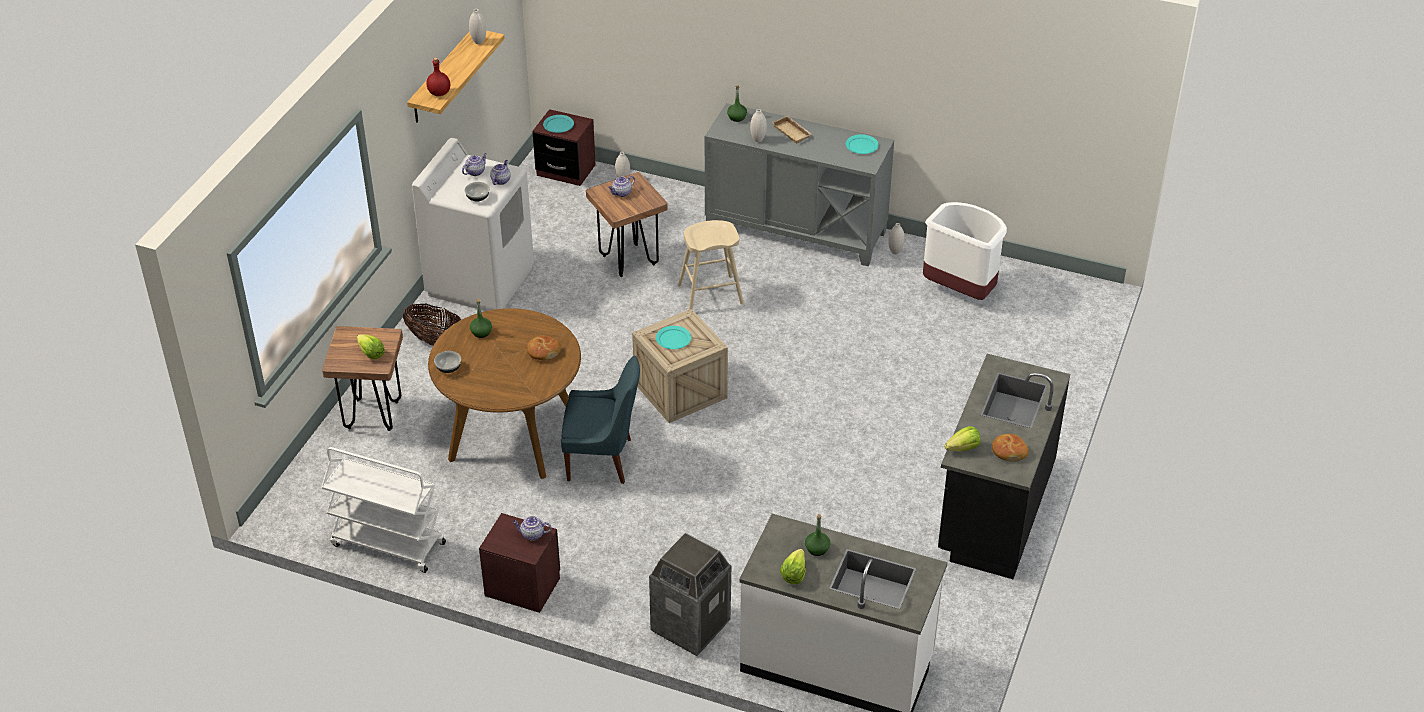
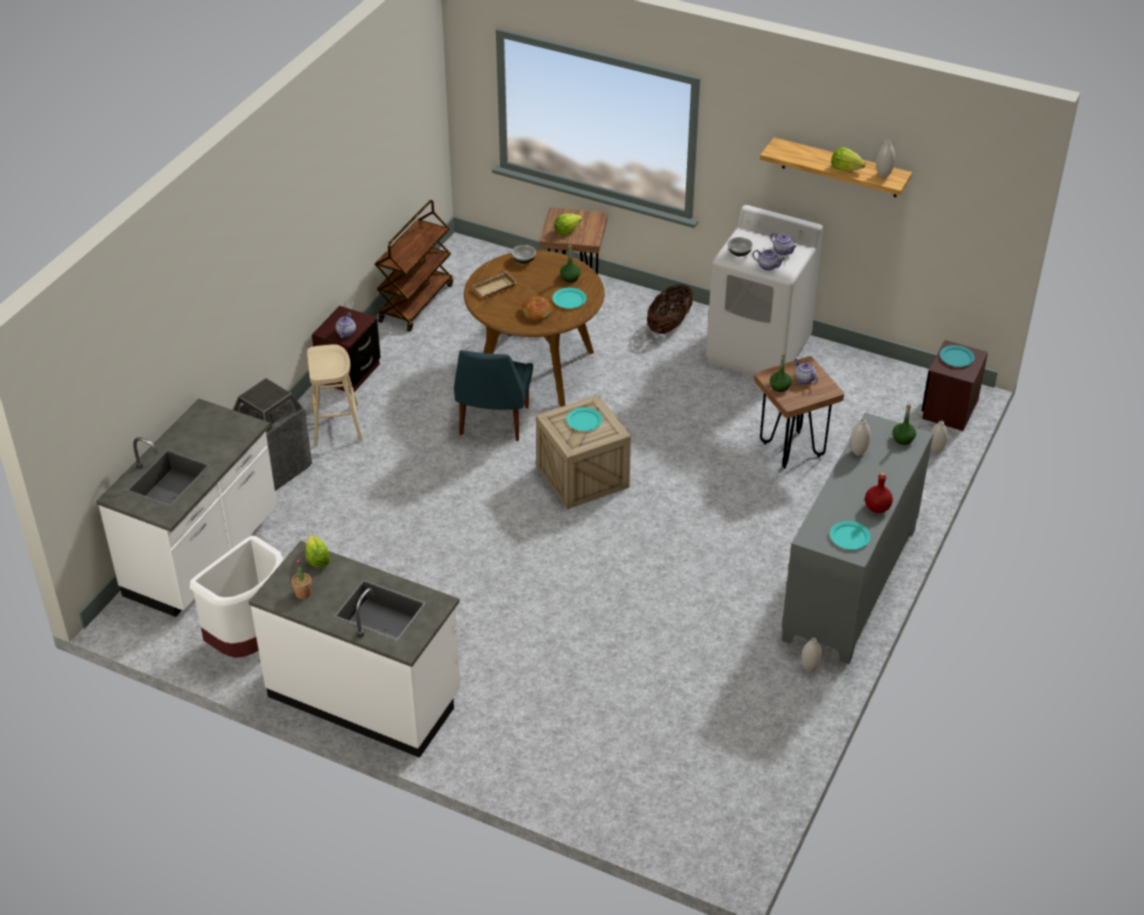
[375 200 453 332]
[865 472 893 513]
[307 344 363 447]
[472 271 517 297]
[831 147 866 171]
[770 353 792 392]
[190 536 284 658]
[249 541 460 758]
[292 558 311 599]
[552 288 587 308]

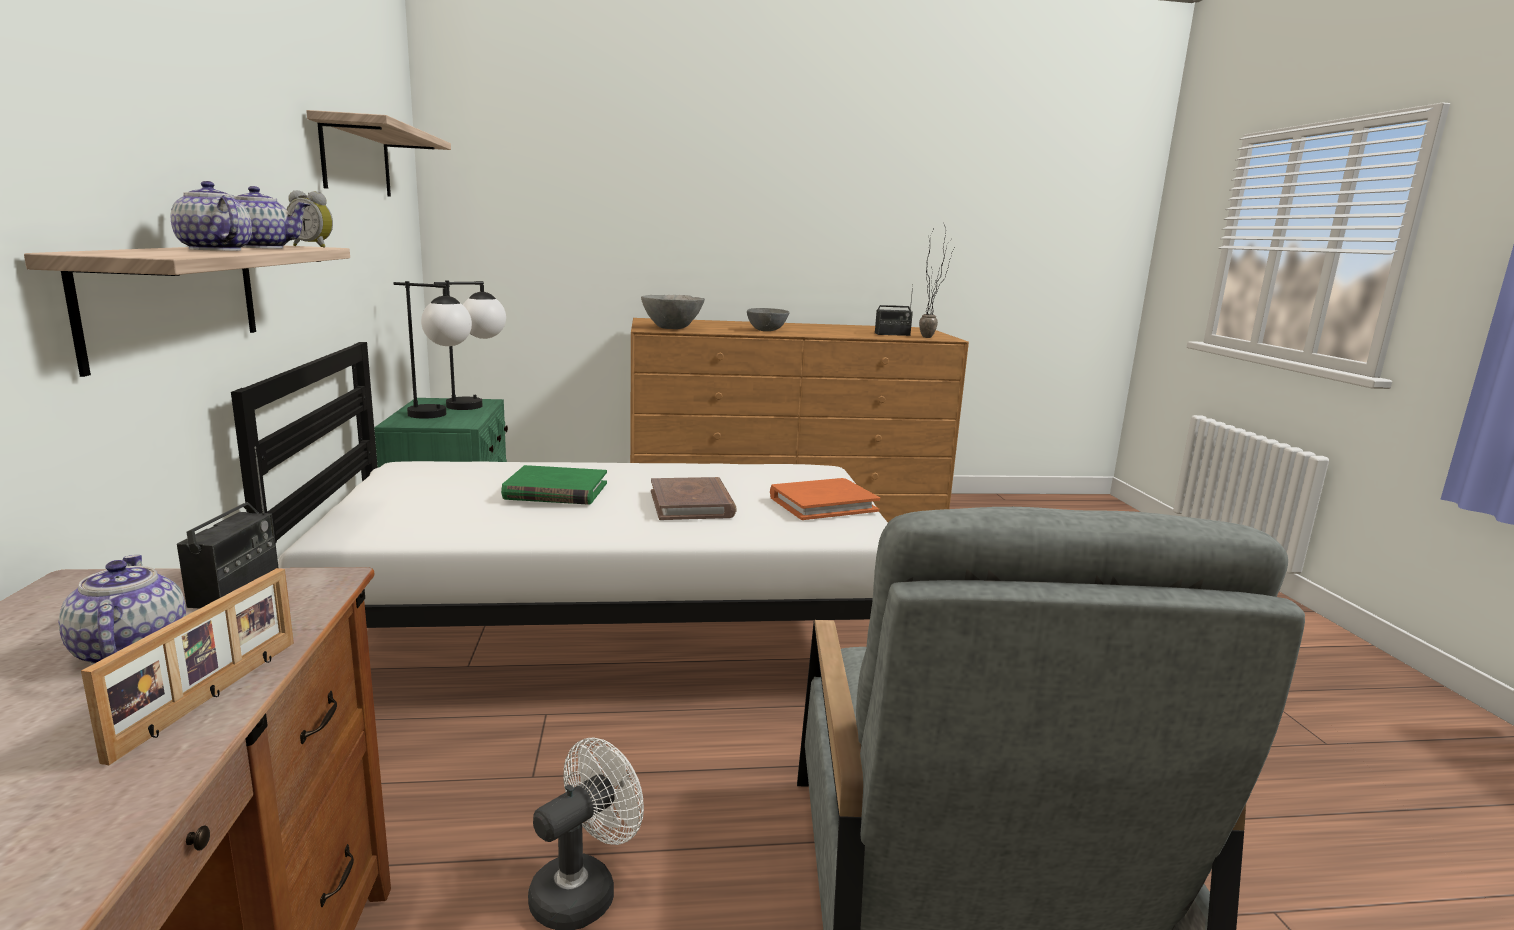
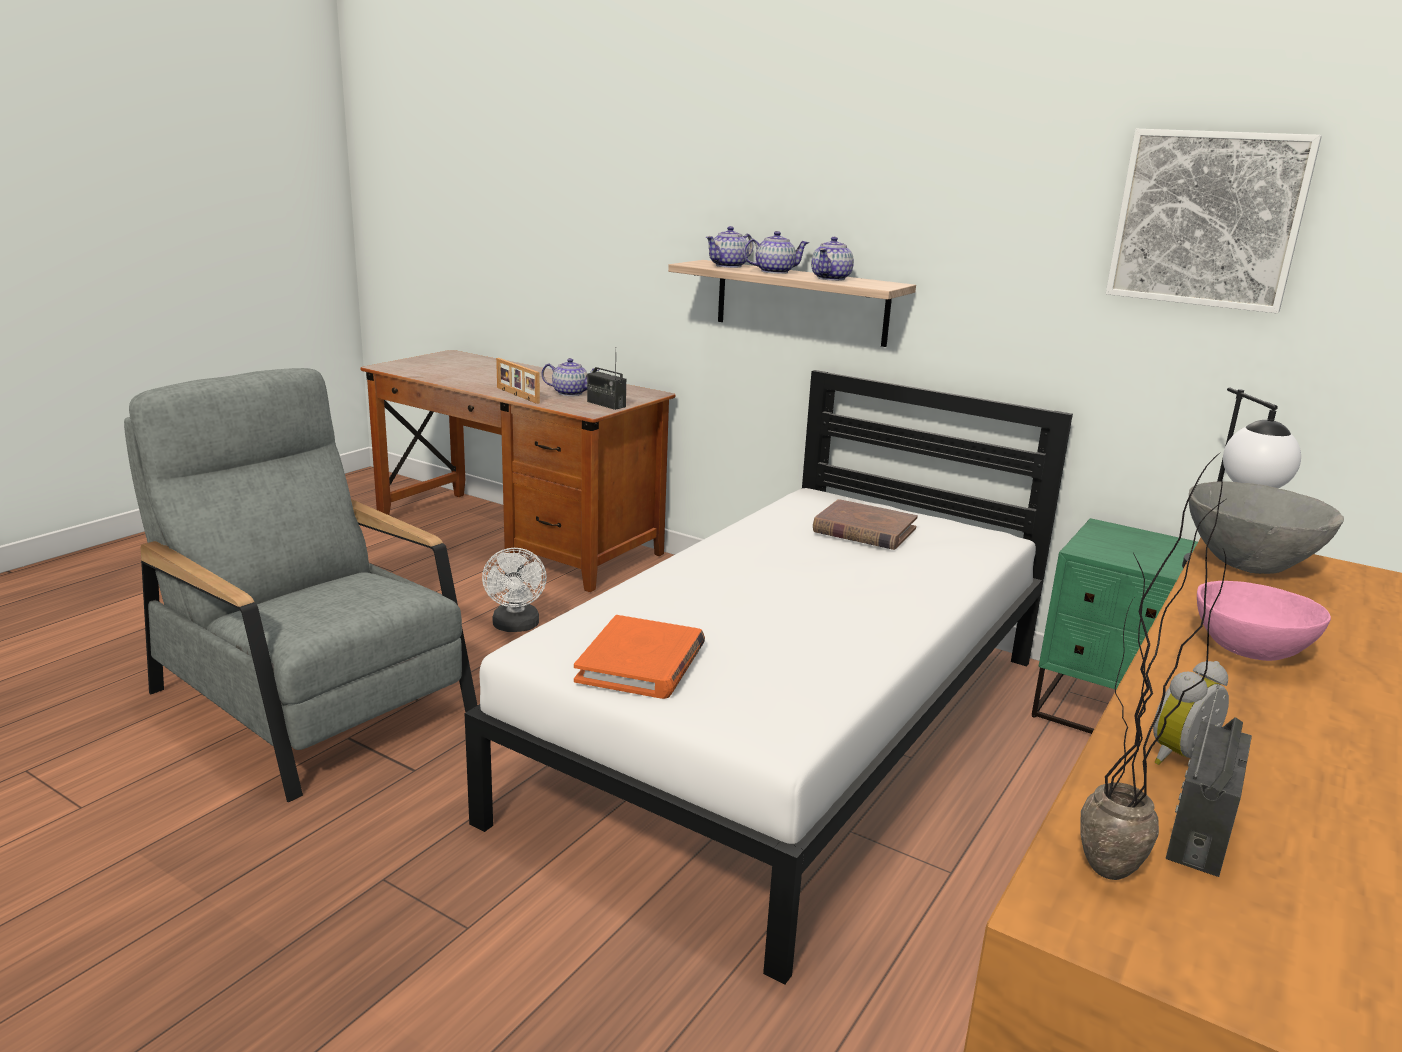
[1153 661 1229 765]
[1106 129 1322 313]
[393 281 472 419] (first image)
[501 465 607 505] (first image)
[813 499 918 550]
[1197 581 1331 661]
[706 226 753 268]

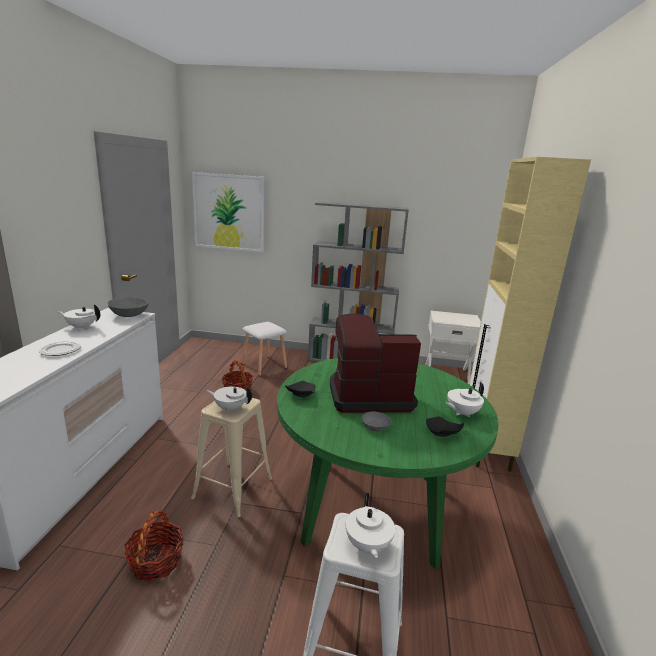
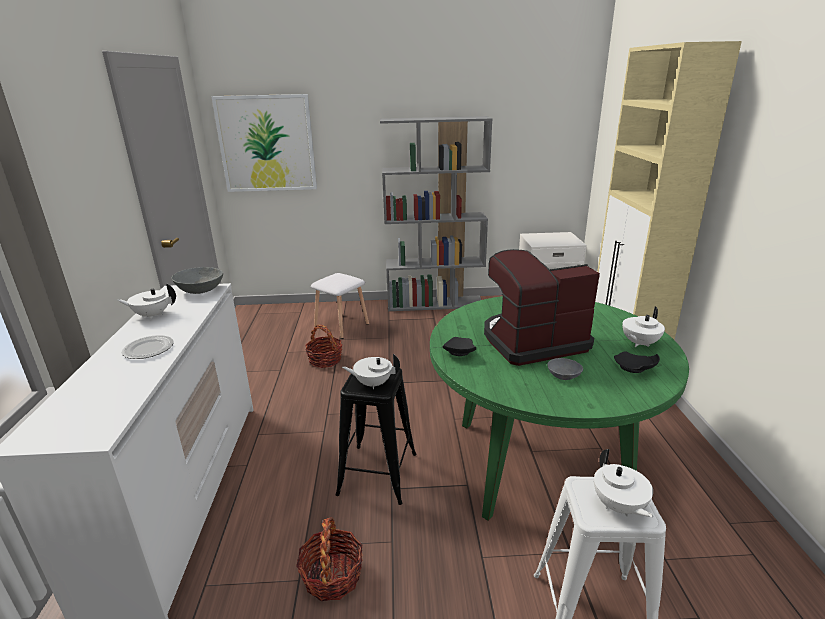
[335 368 416 505]

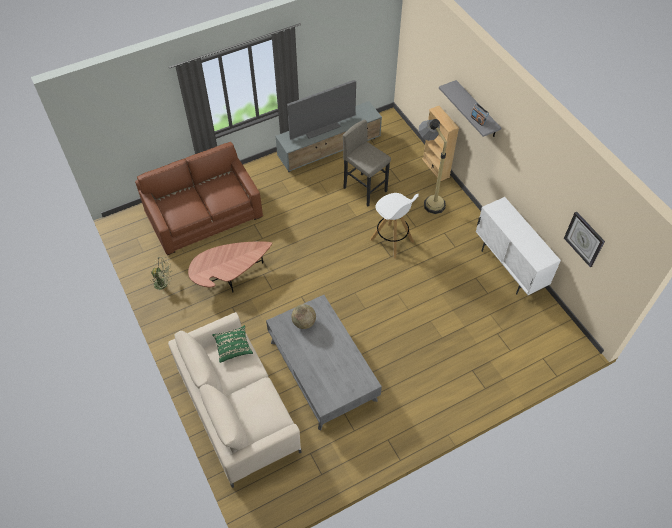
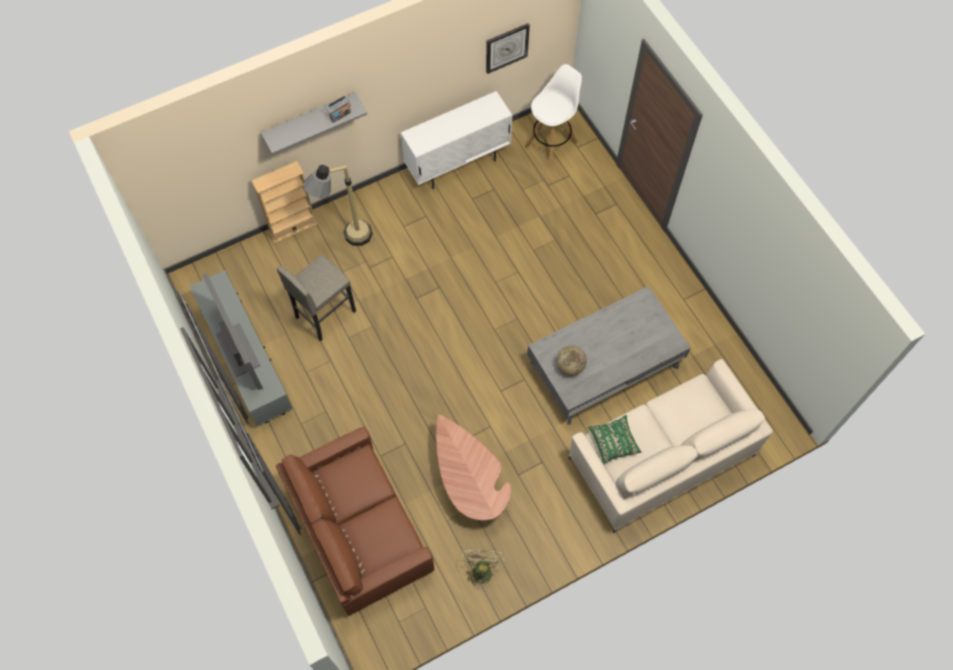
[525 64 582 166]

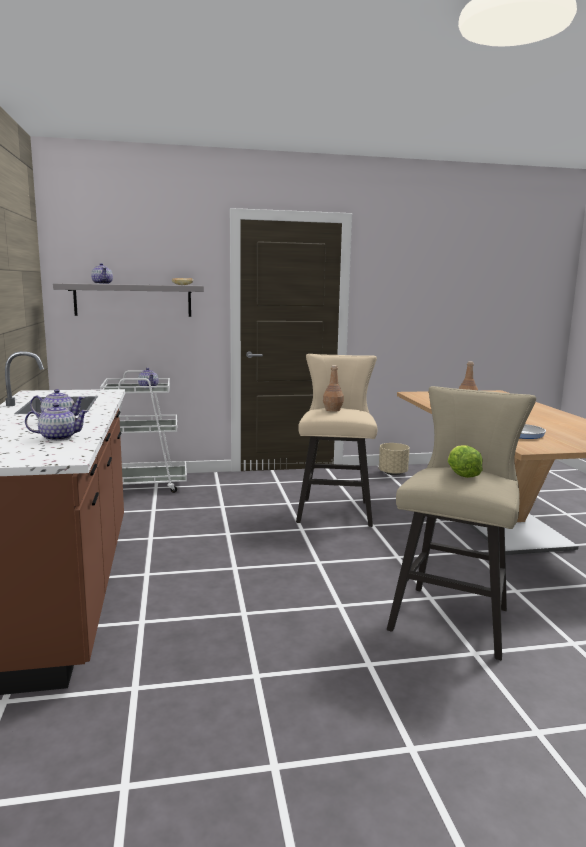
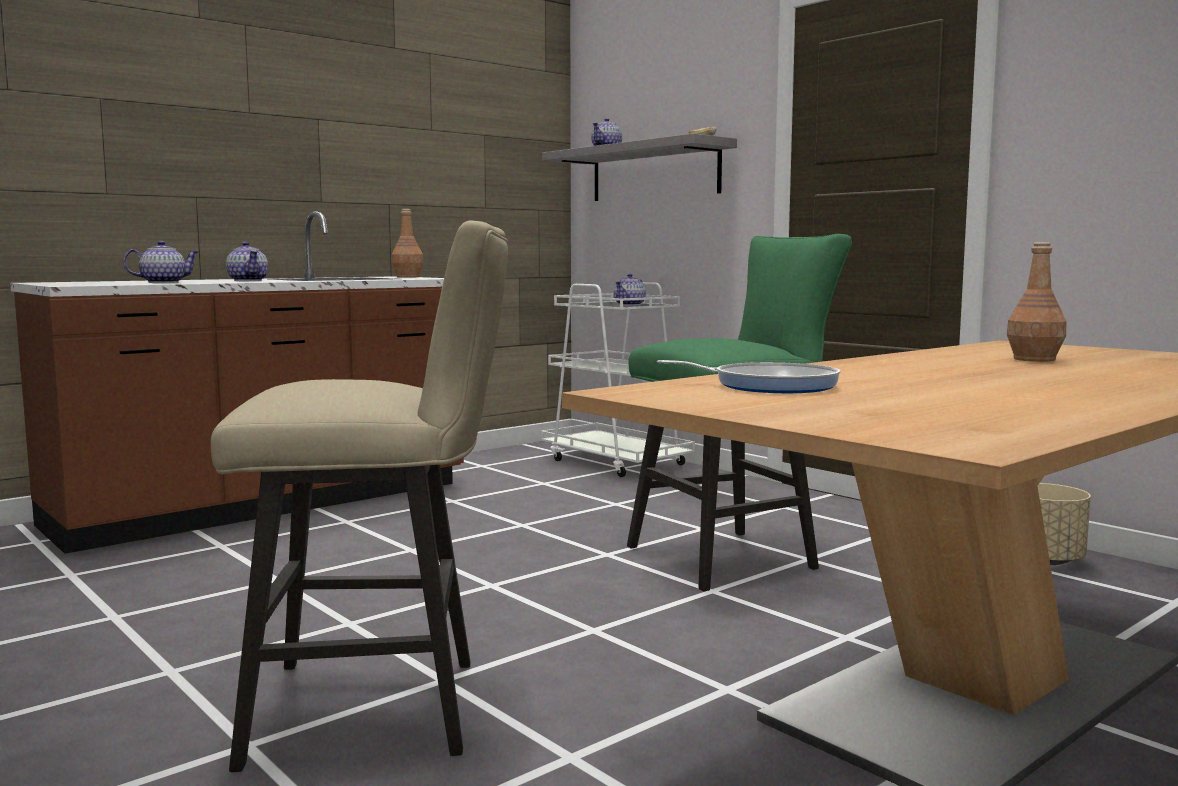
[124 241 199 283]
[627 234 852 592]
[392 209 423 278]
[448 445 483 478] (first image)

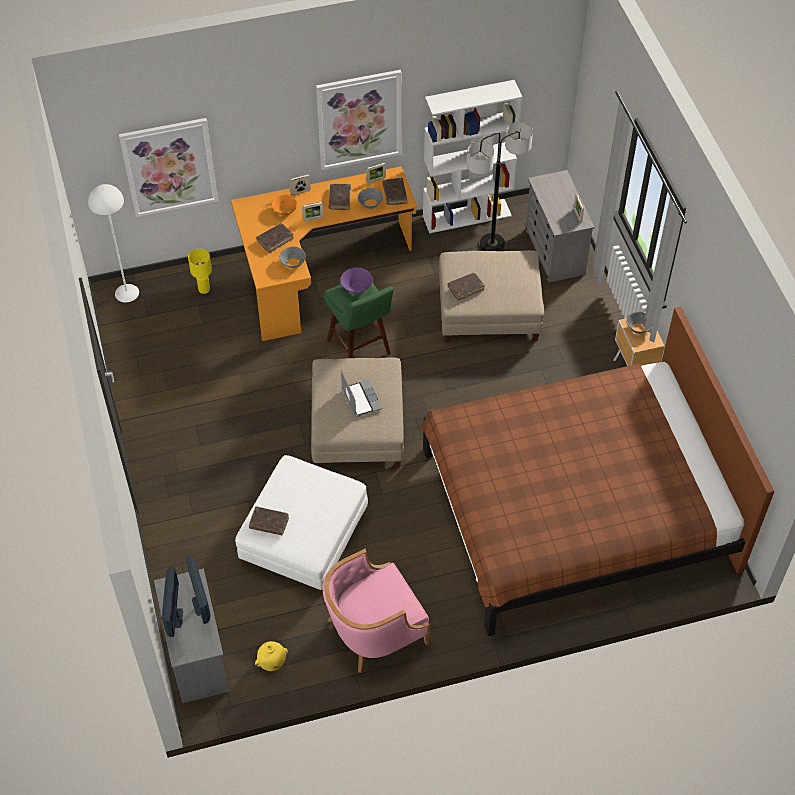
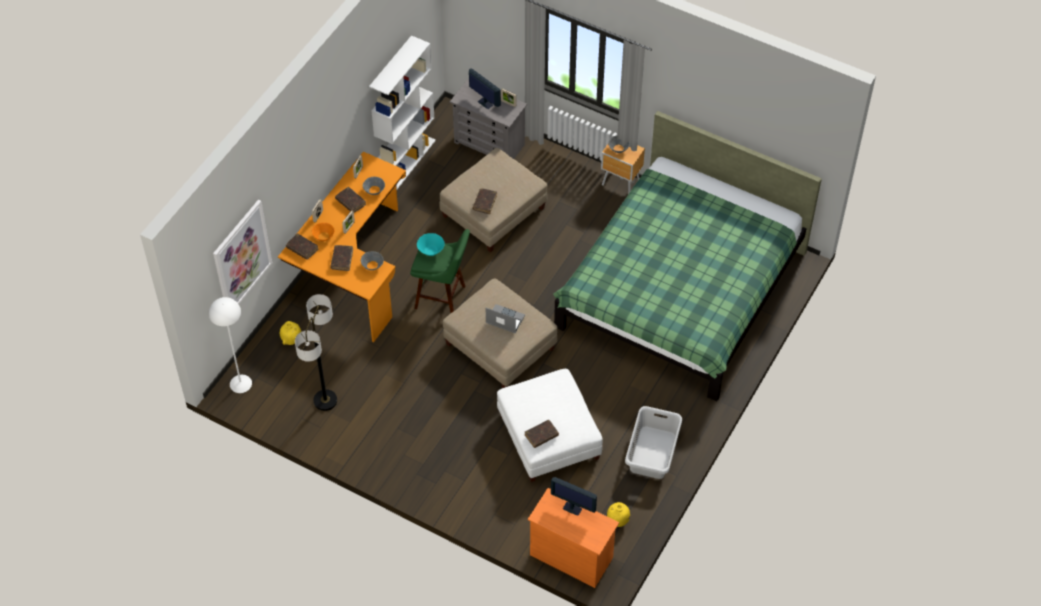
[528 488 619 588]
[469 68 501 109]
[280 321 301 345]
[316 70 402 170] (first image)
[625 406 682 479]
[417 233 445 256]
[286 233 318 260]
[553 111 822 401]
[295 294 337 411]

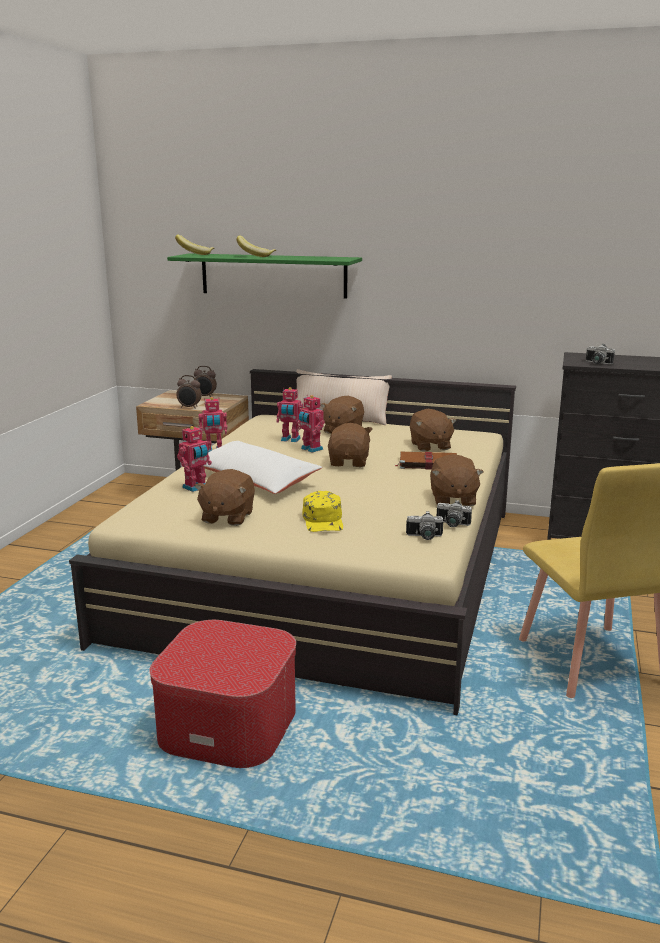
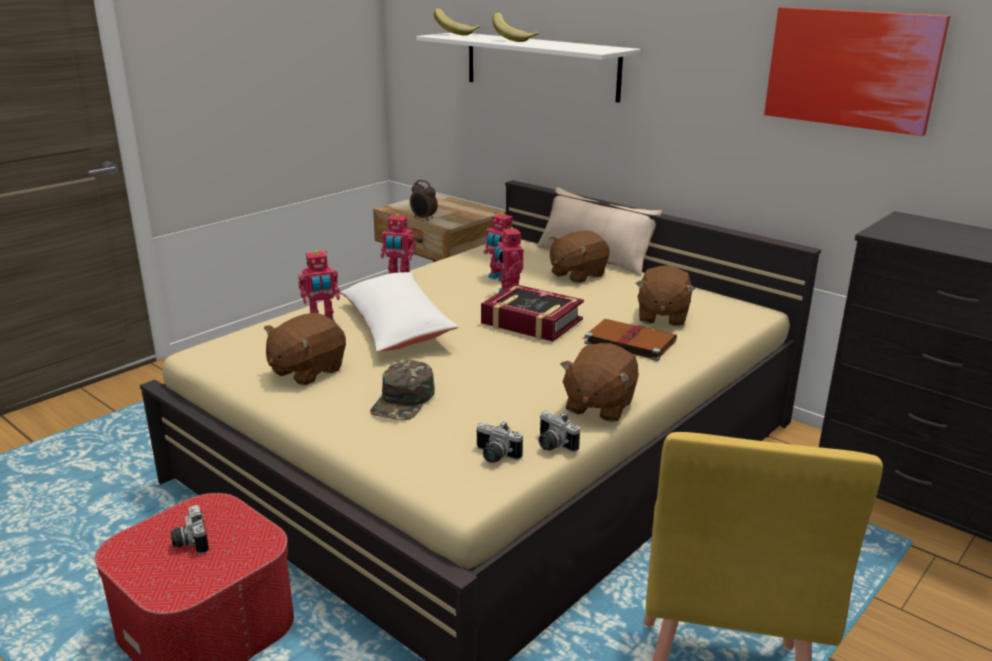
[417 33 641 103]
[194 366 217 397] (first image)
[370 360 435 420]
[481 284 584 341]
[170 505 209 554]
[764 7 950 136]

